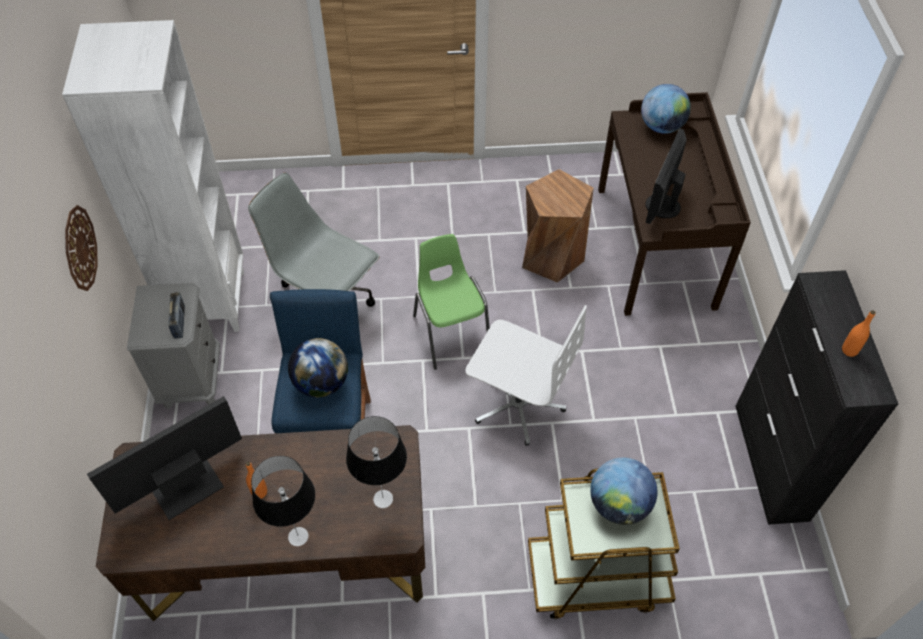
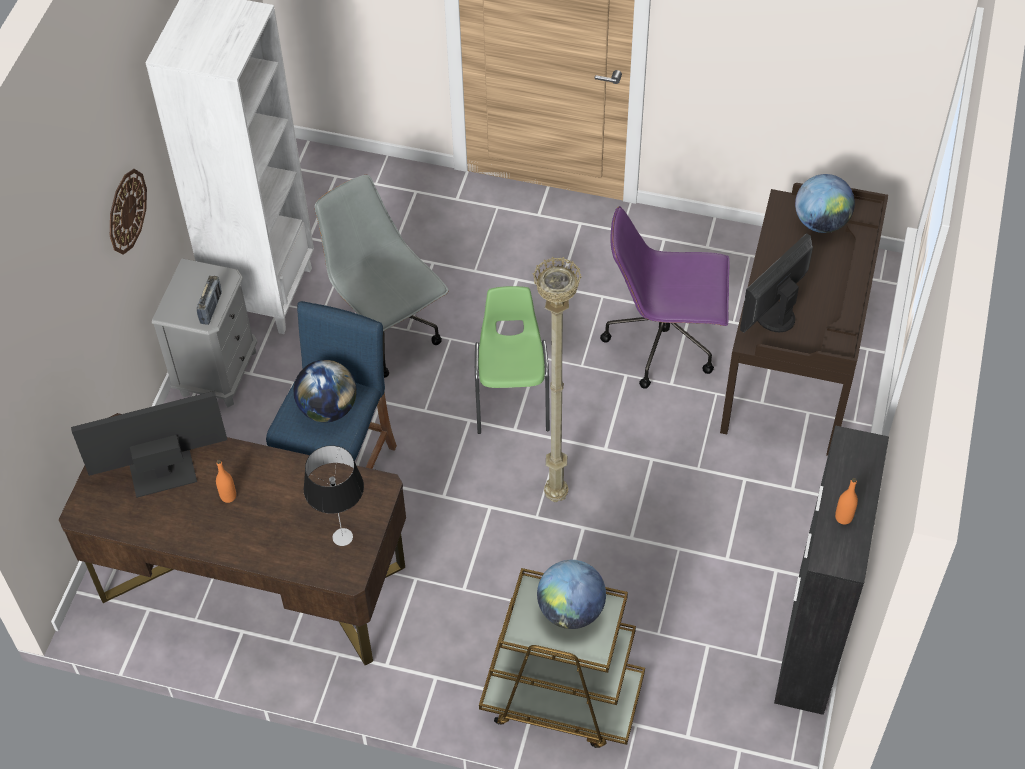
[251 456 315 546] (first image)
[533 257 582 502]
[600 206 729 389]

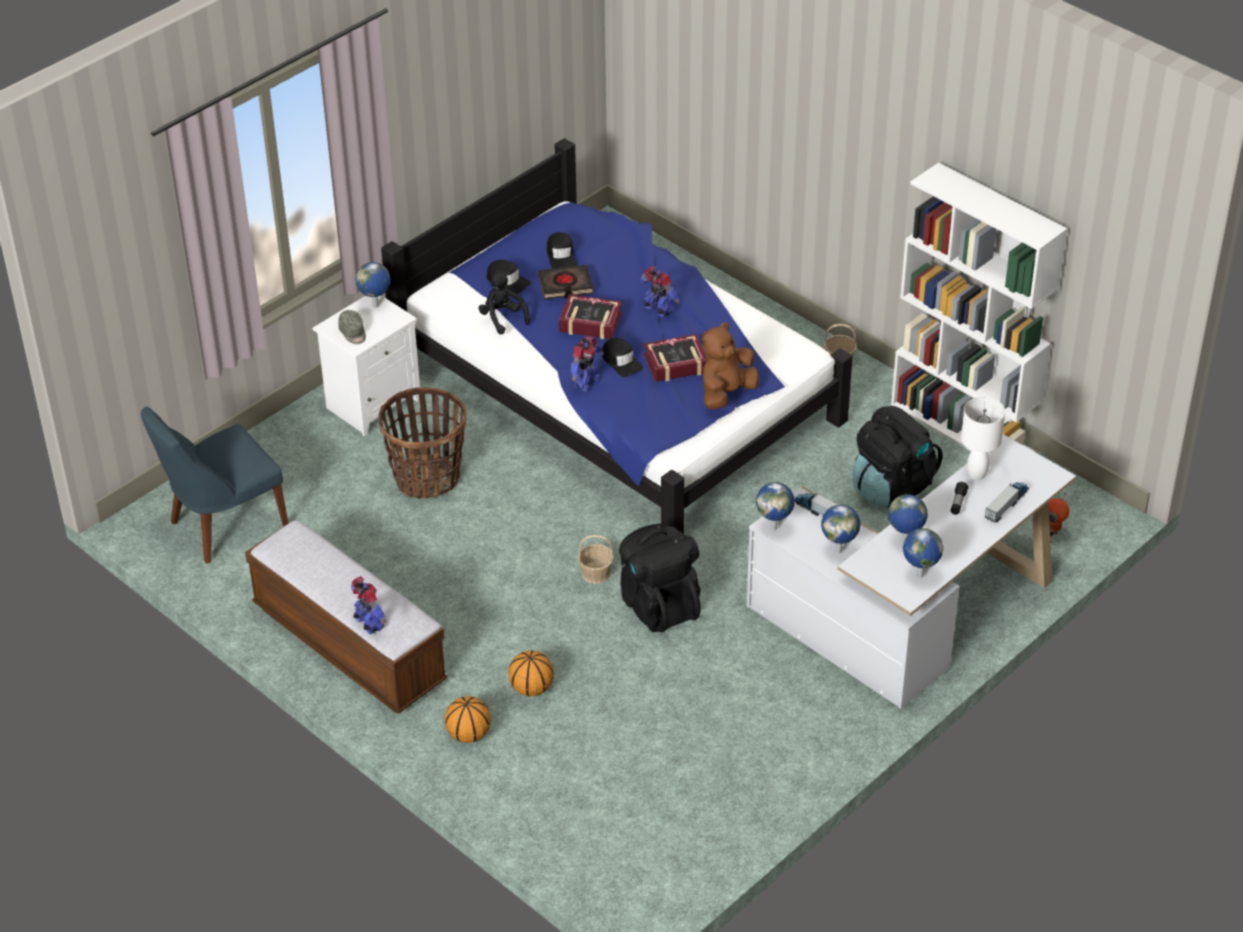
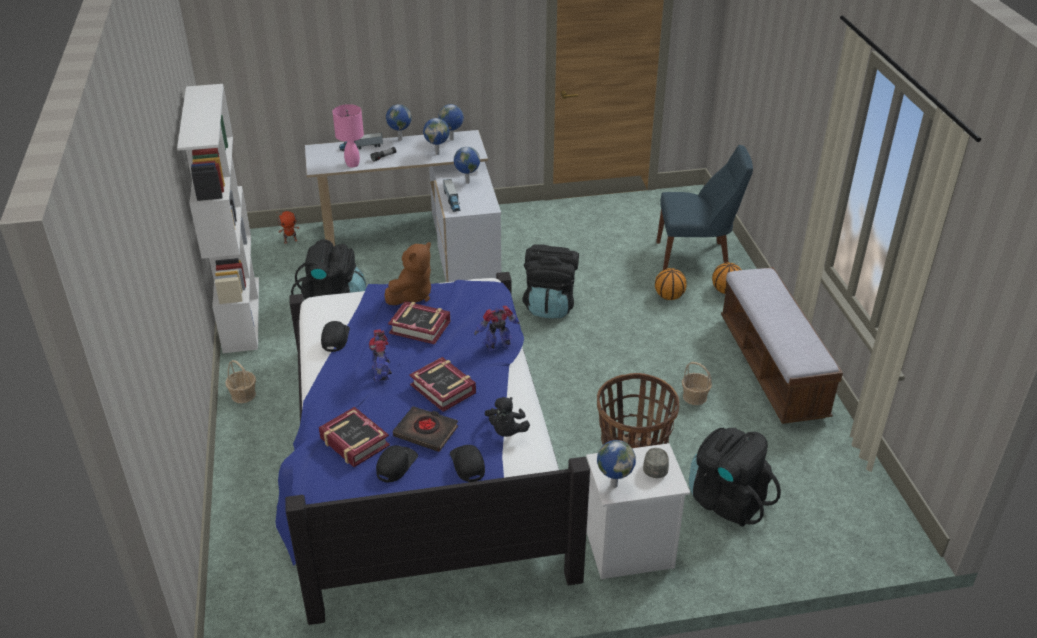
[656 145 753 270]
[351 576 386 634] (first image)
[682 362 712 405]
[321 321 350 352]
[384 242 431 305]
[386 104 412 141]
[332 104 364 168]
[319 407 390 467]
[689 428 781 526]

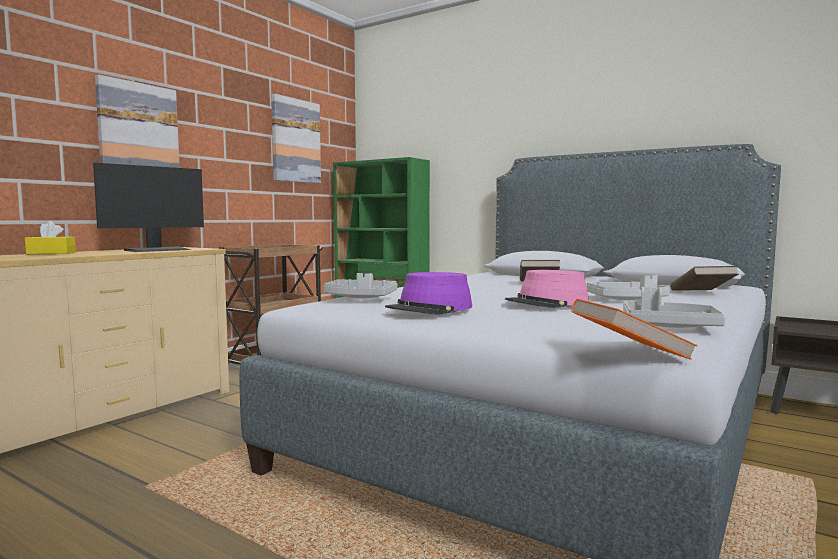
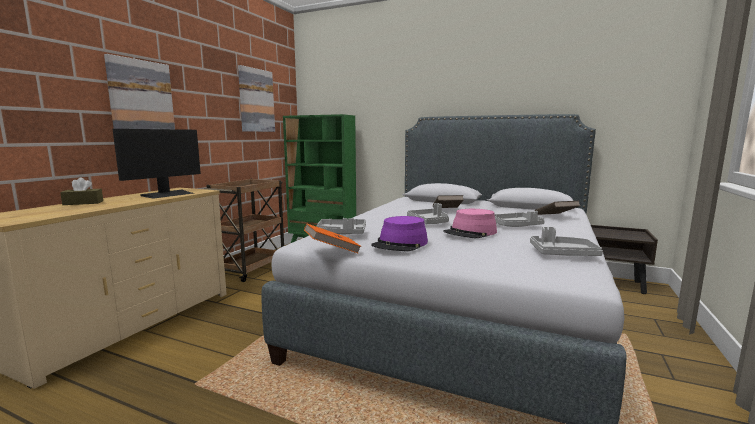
[60 177 103 205]
[304 224 361 254]
[407 203 449 224]

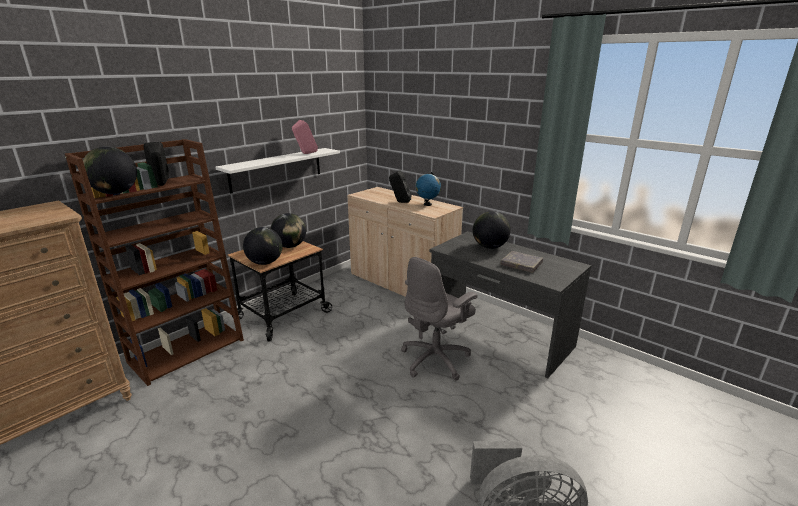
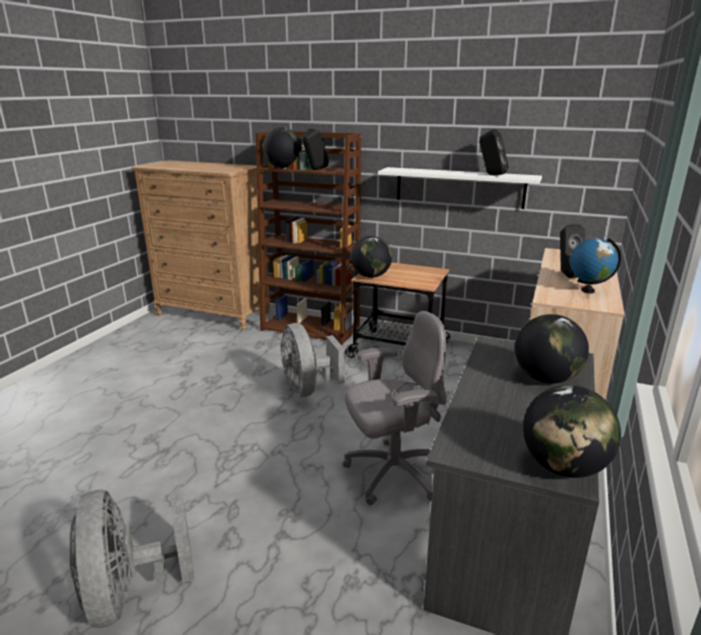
[523 385 621 478]
[479 129 509 175]
[343 311 446 505]
[500 251 543 273] (first image)
[281 323 345 397]

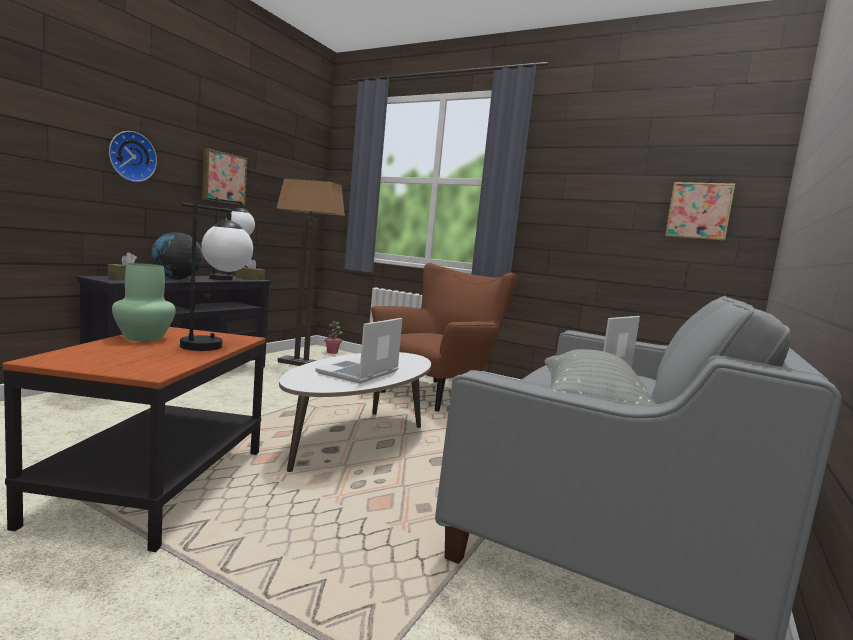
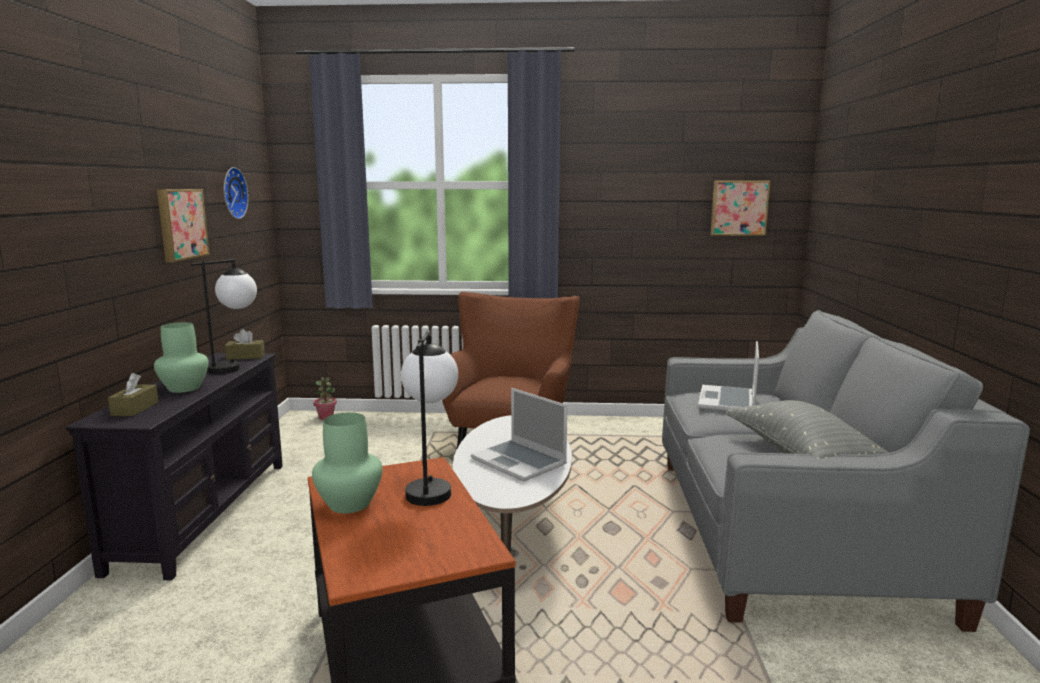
[224 167 249 219]
[154 322 209 393]
[276 179 345 366] (first image)
[471 388 567 482]

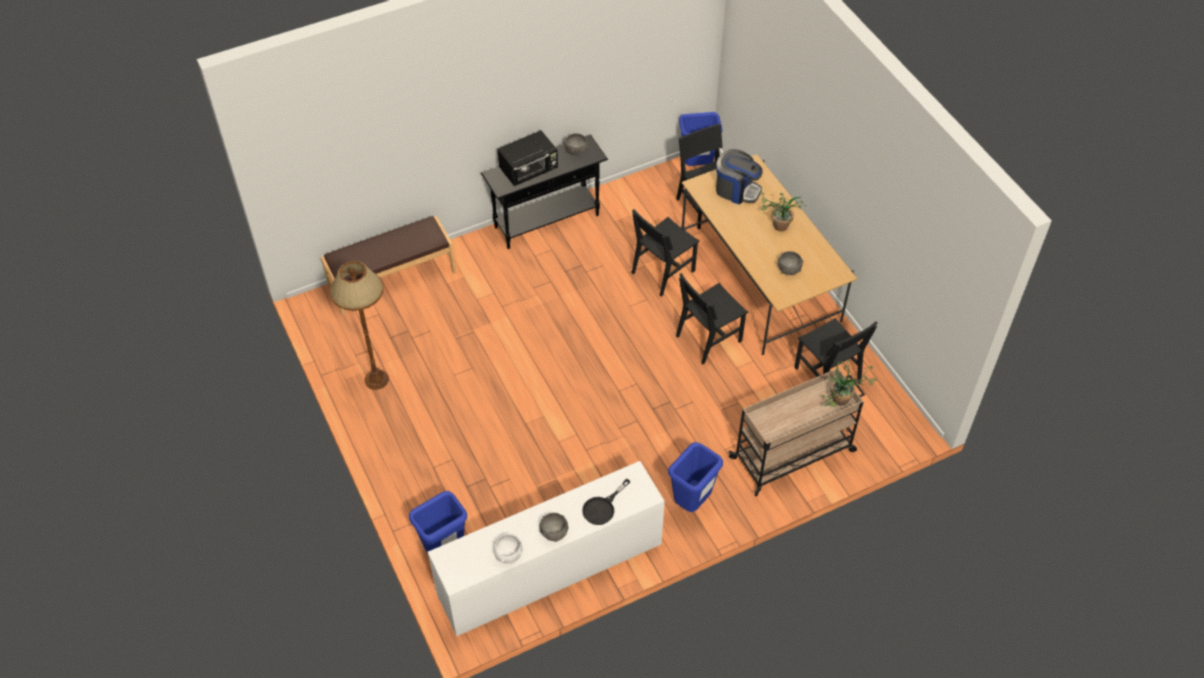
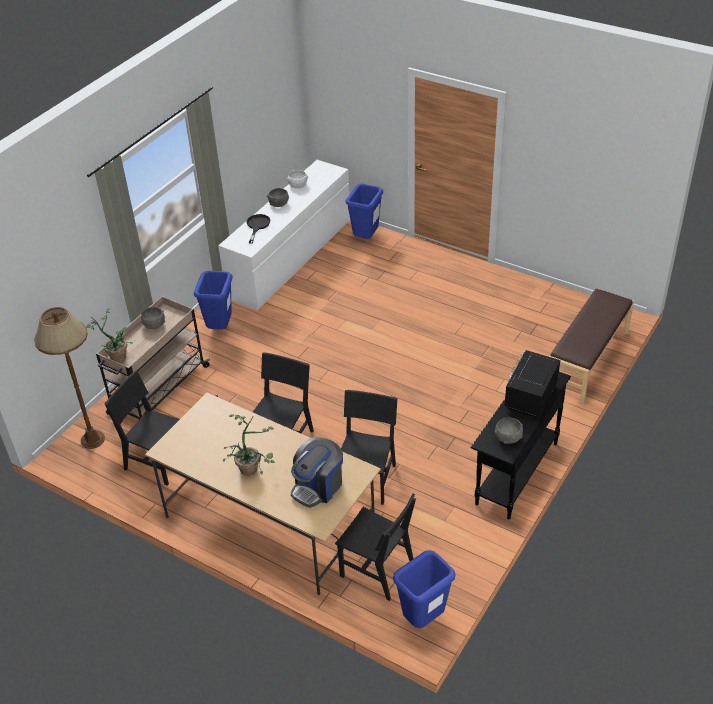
[34 307 105 449]
[291 437 343 508]
[141 307 165 329]

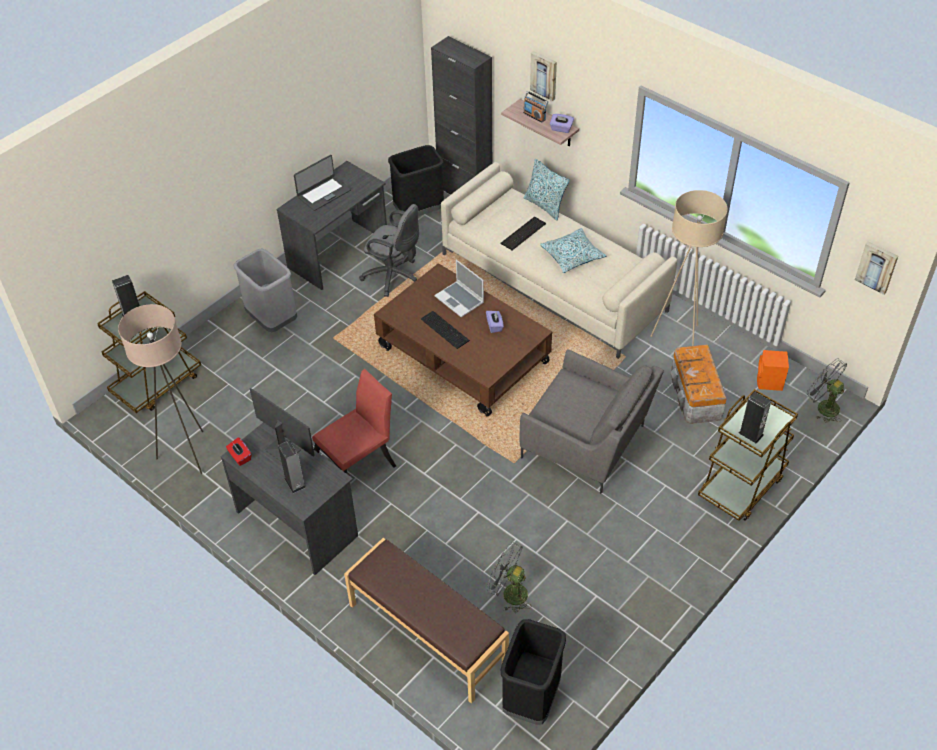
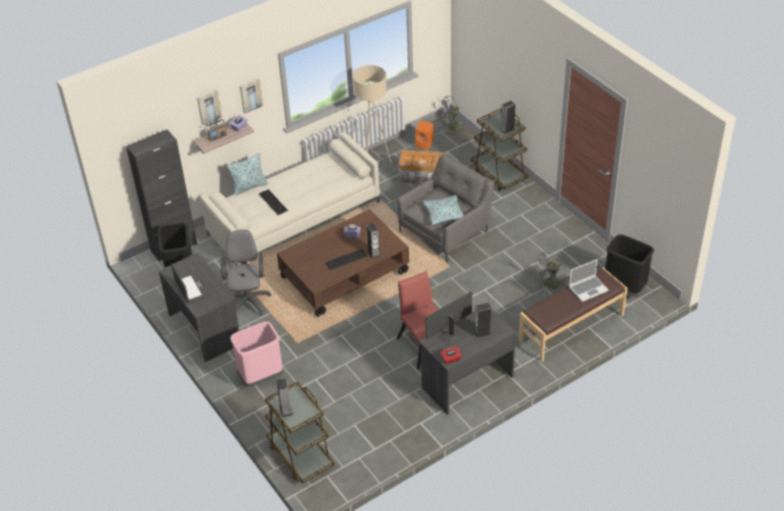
[118 304 203 474] (first image)
[230 322 283 387]
[221 230 271 316]
[569 259 609 302]
[423 195 464 225]
[240 78 263 113]
[367 223 380 259]

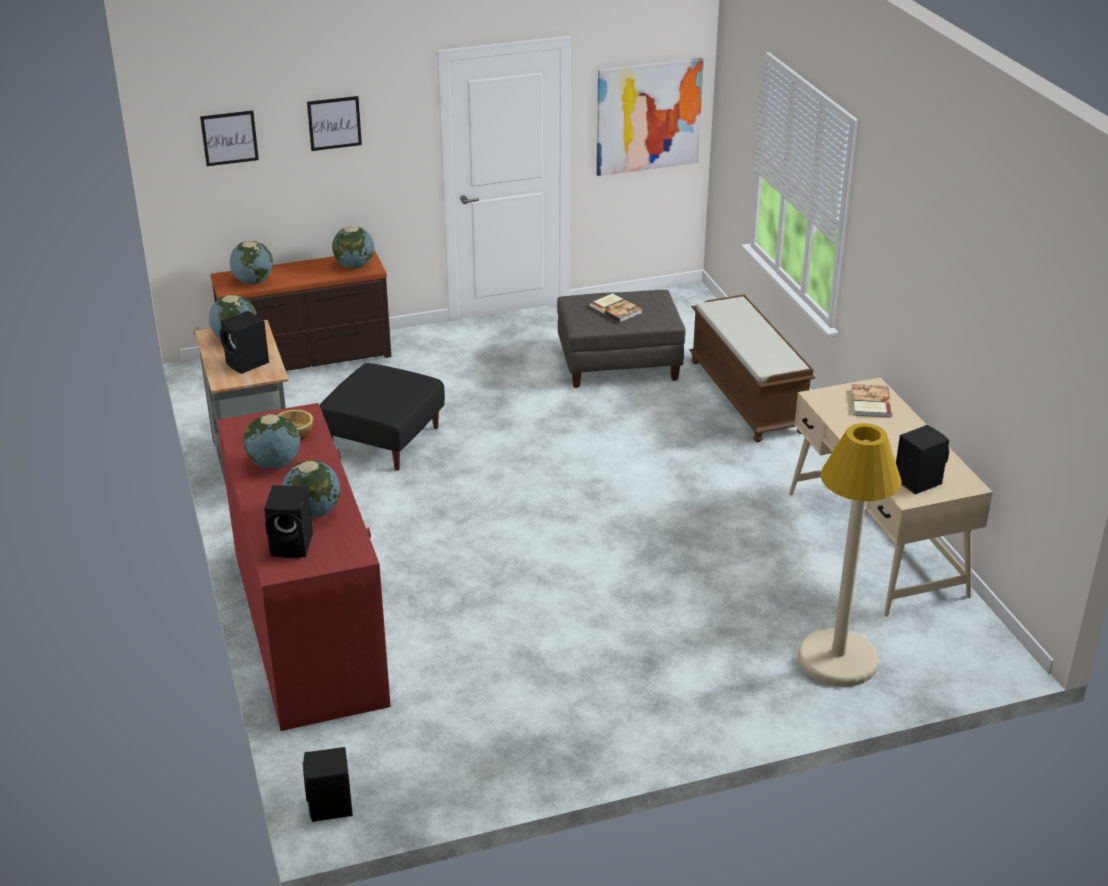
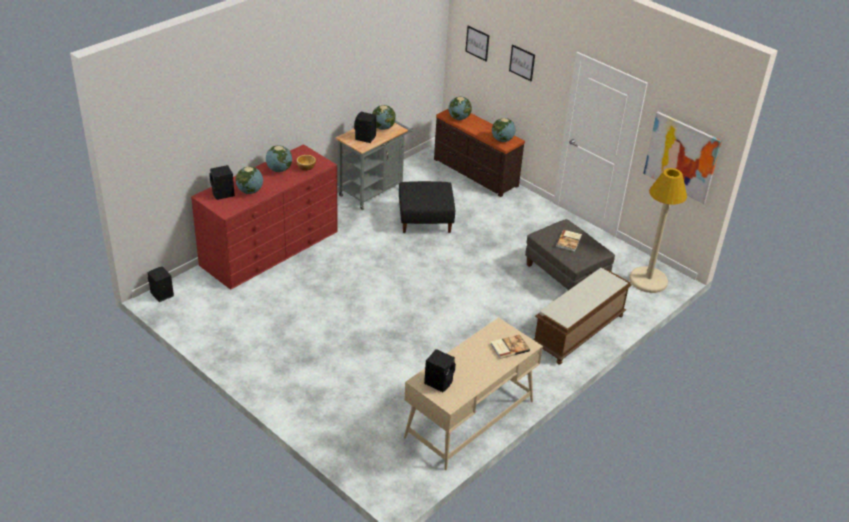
[629 168 687 293]

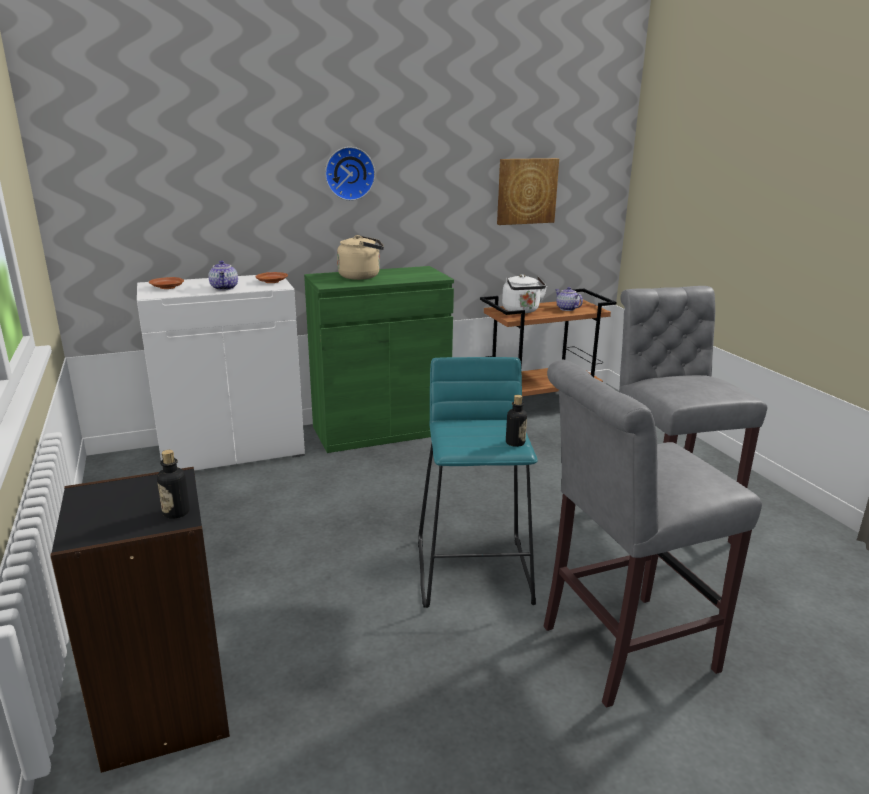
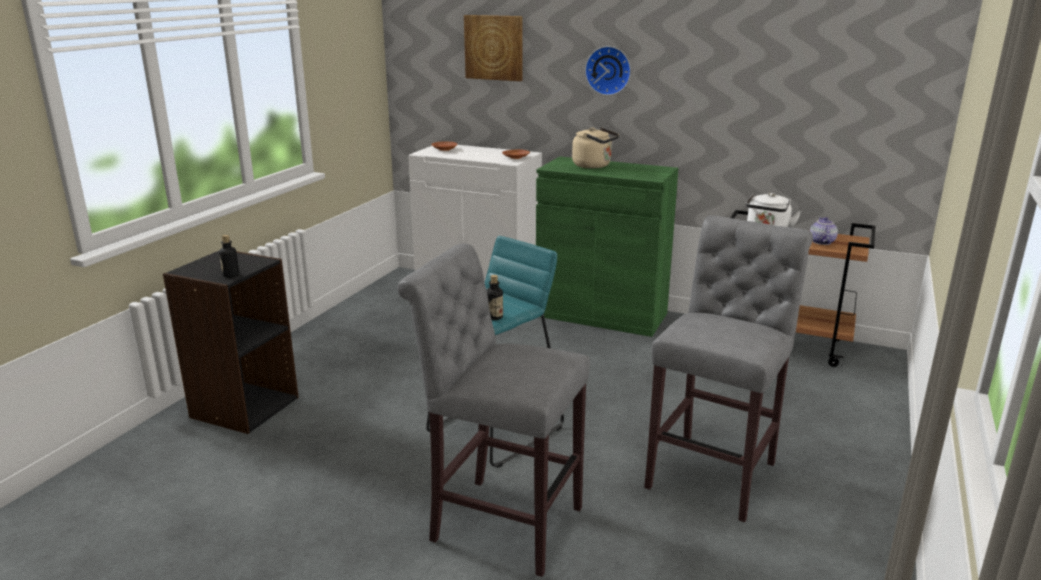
[208 260 238 291] (first image)
[464 15 523 81]

